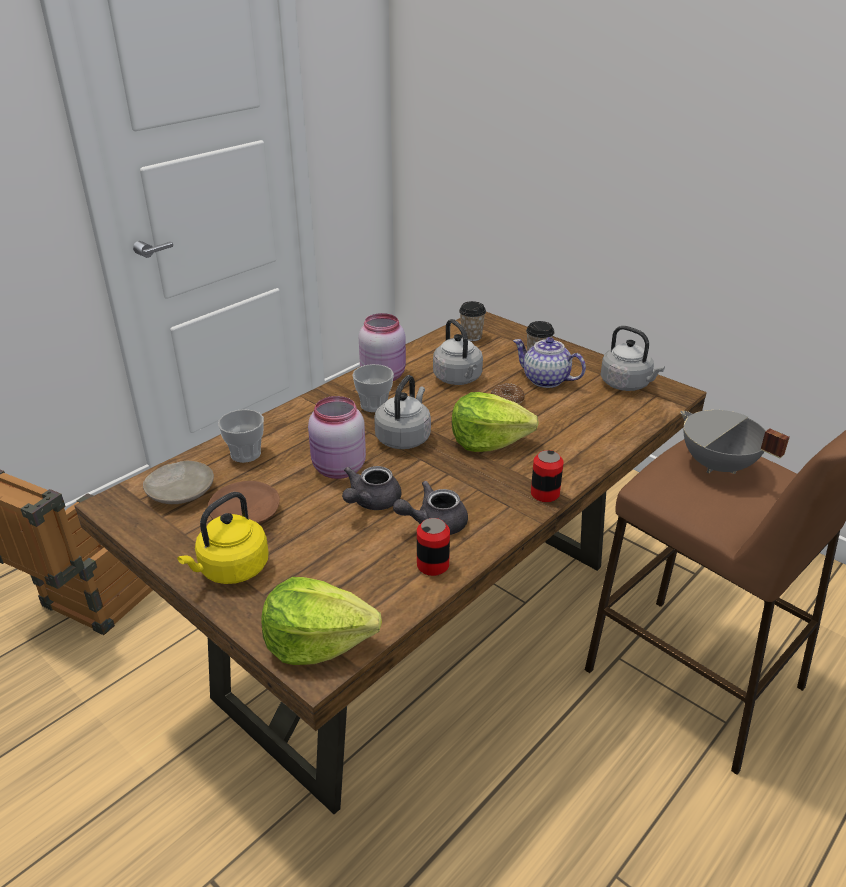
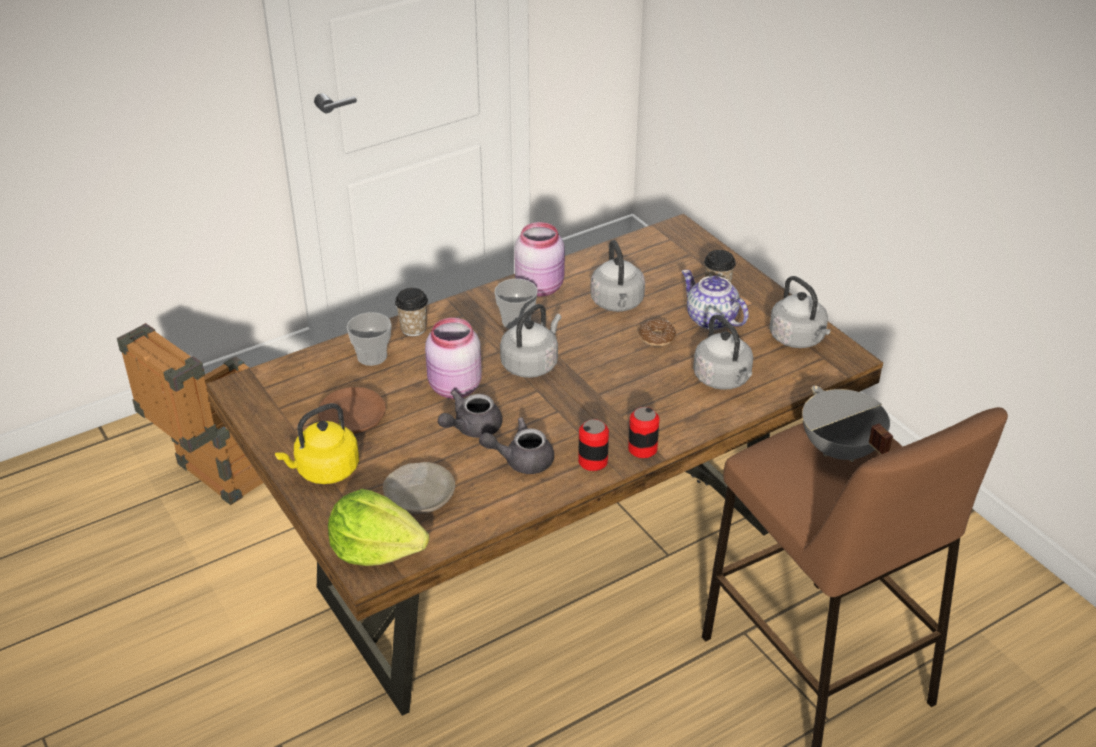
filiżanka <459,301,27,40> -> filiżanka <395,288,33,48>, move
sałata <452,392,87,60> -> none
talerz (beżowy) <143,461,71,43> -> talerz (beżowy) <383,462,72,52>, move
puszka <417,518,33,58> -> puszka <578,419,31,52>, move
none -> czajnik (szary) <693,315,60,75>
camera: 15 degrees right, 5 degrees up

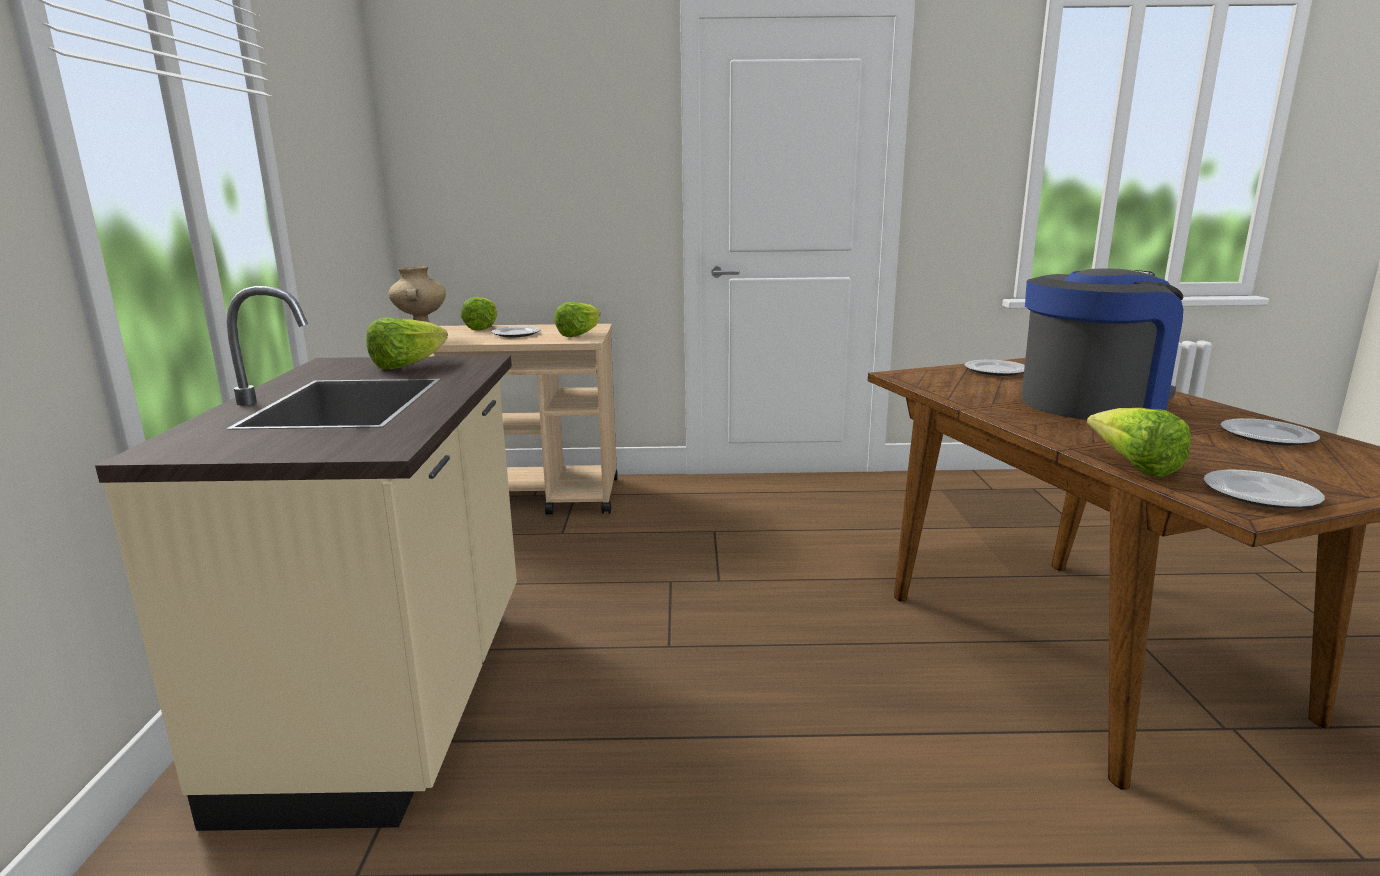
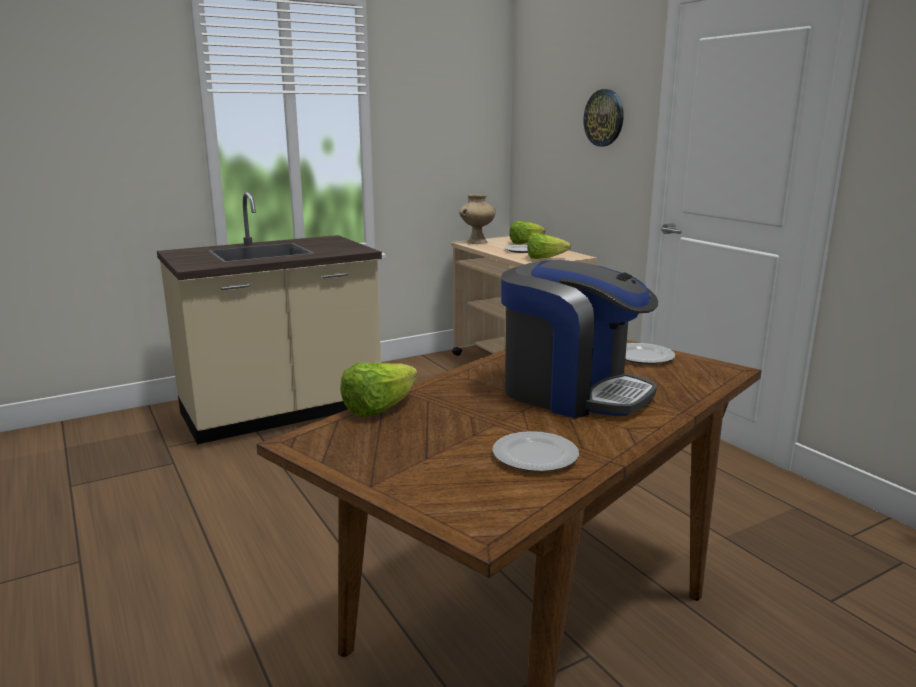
sałata <366,317,82,52> -> none
talerz <1204,469,121,39> -> none
none -> zegar ścienny <584,89,40,58>
camera: 60 degrees right, 0 degrees up

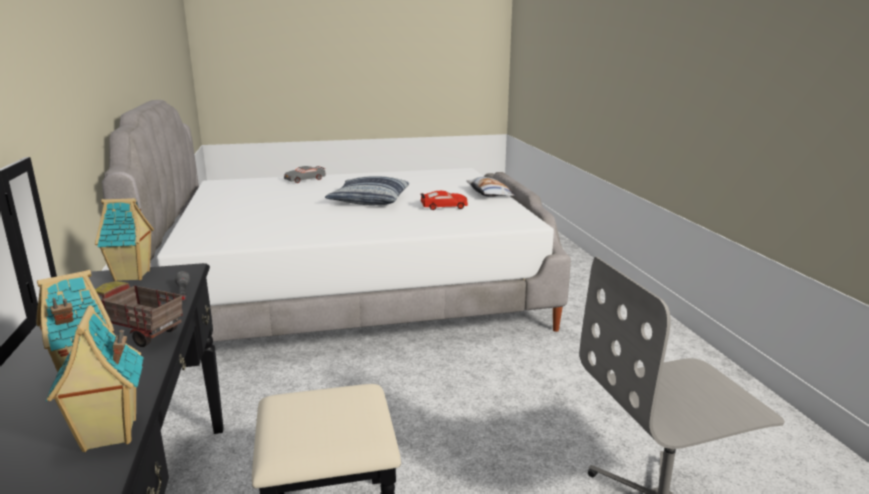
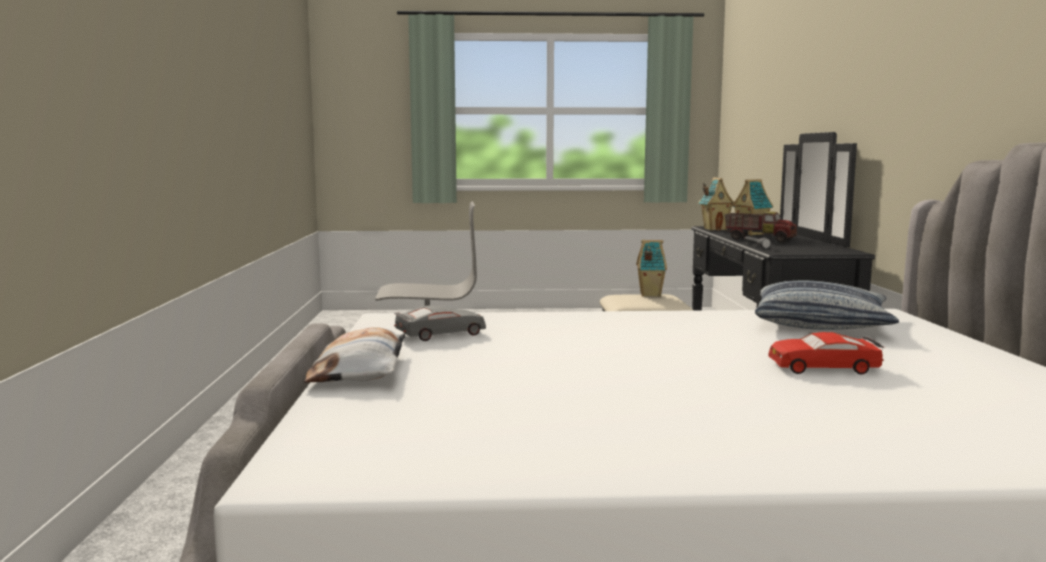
samochodzik (szary) <284,166,42,17> -> samochodzik (szary) <394,305,92,36>, move
poduszka <325,176,84,29> -> poduszka <755,281,144,49>, move
samochodzik (czerwony) <420,191,48,19> -> samochodzik (czerwony) <768,332,117,43>, move
domek <95,198,59,83> -> domek <636,240,31,57>, move
camera: 170 degrees left, 10 degrees down

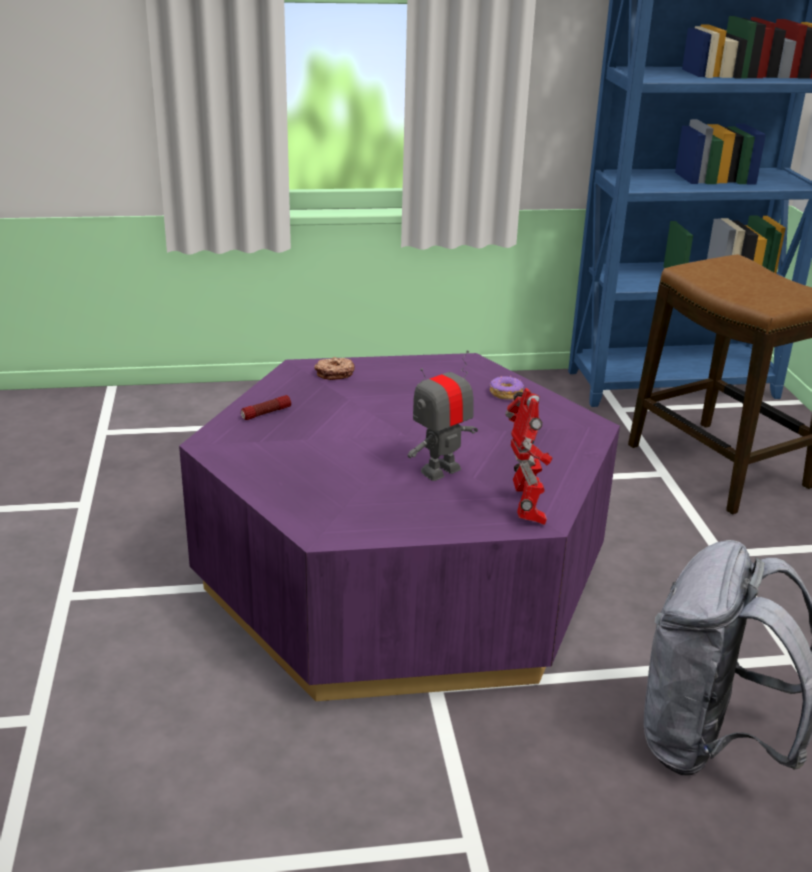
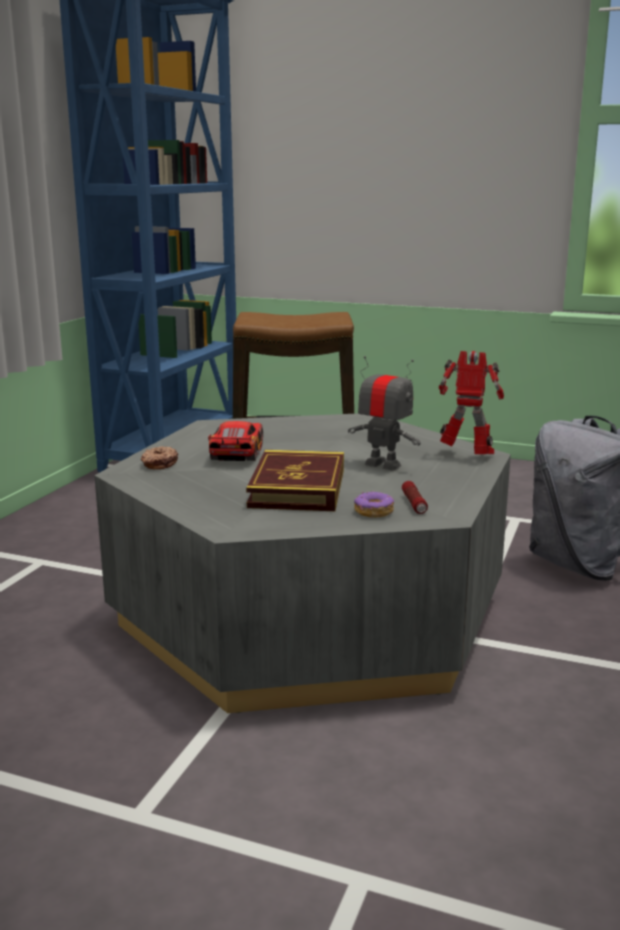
robot zabawkowy <408,350,70,131> -> robot zabawkowy <348,356,73,115>, 135 degrees clockwise
ława (fioletowy) <179,353,441,348> -> ława (szary) <95,413,416,300>
donut <489,375,35,25> -> donut <354,491,40,27>, move
latarka <241,395,50,25> -> latarka <402,481,26,33>, move
none -> samochodzik <208,421,55,40>
none -> książka <246,450,98,61>
camera: 60 degrees left, 10 degrees down

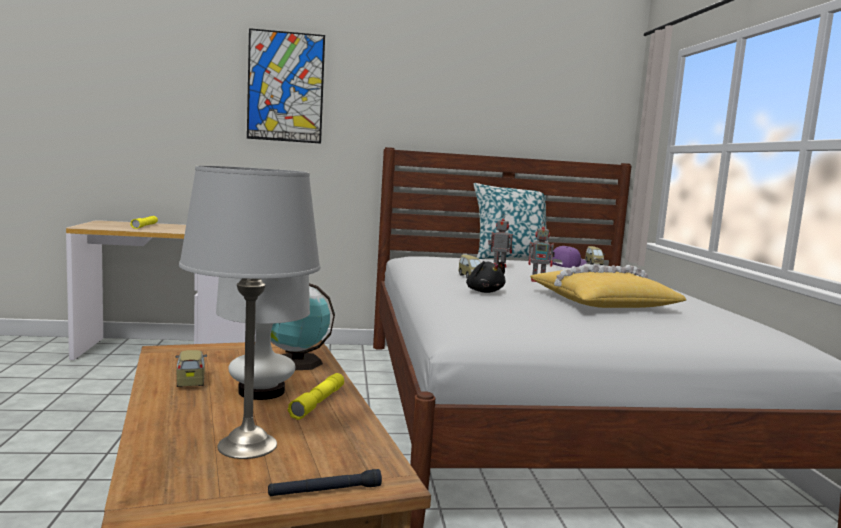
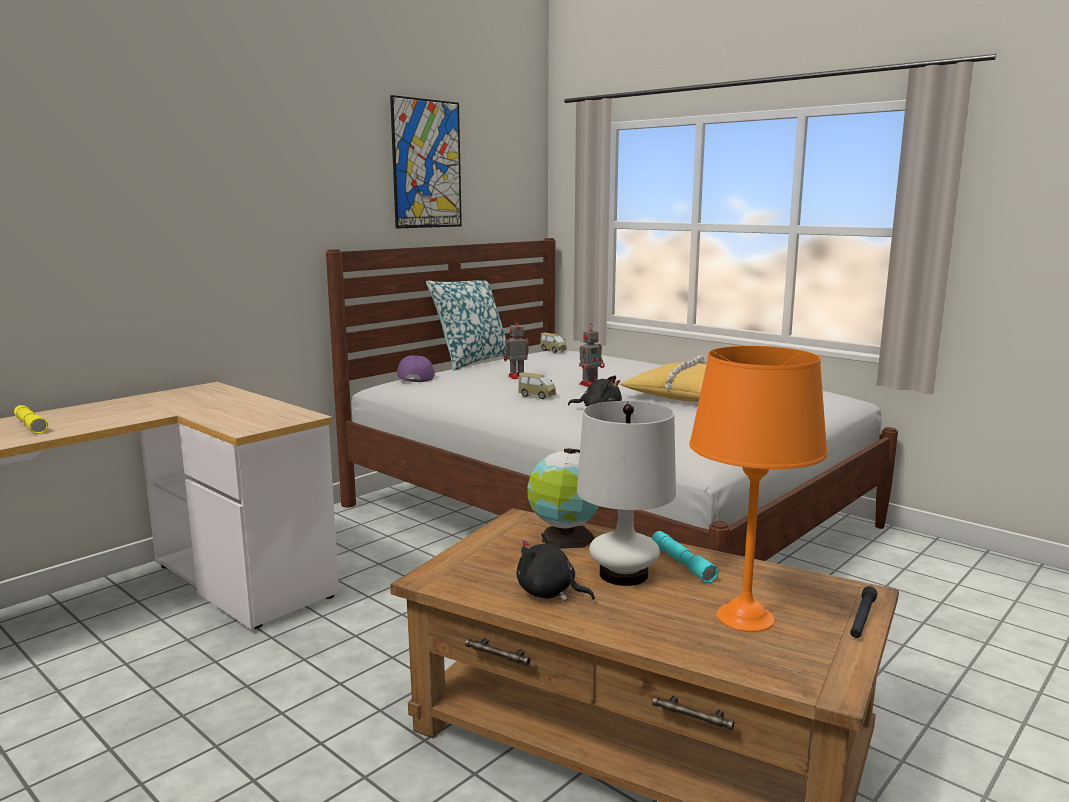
obraz <247,28,78,116> -> obraz <390,95,72,134>, move
lampa stołowa (szary) <179,165,141,294> -> lampa stołowa (pomarańczowy) <689,346,139,286>
czapka z daszkiem (fioletowy) <549,246,38,22> -> czapka z daszkiem (fioletowy) <397,355,38,27>, move
samochodzik <176,350,31,37> -> pluszak (czarny) <516,533,79,68>
latarka (żółty) <288,373,56,47> -> latarka (turkusowy) <652,531,67,52>
camera: 40 degrees left, 5 degrees up

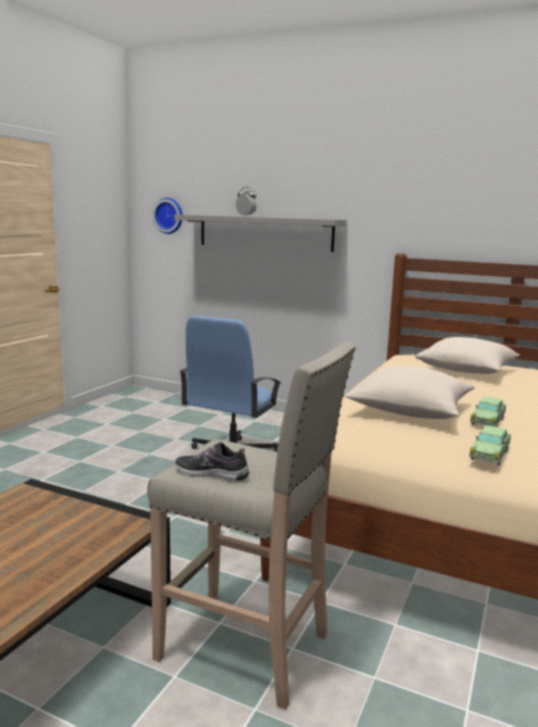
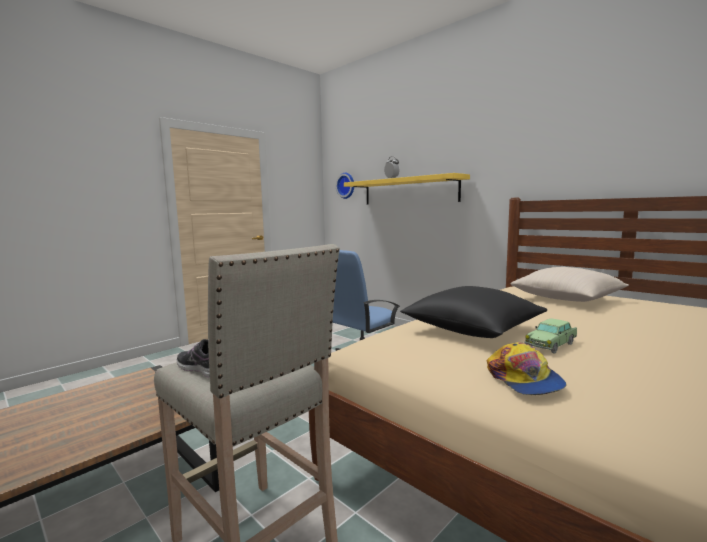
półka (szary) <174,215,173,37> -> półka (żółty) <344,173,126,32>
poduszka (beżowy) <345,365,130,54> -> poduszka (czarny) <400,286,147,52>
samochodzik <469,425,42,41> -> czapka z daszkiem <487,342,80,53>
camera: 20 degrees right, 5 degrees down

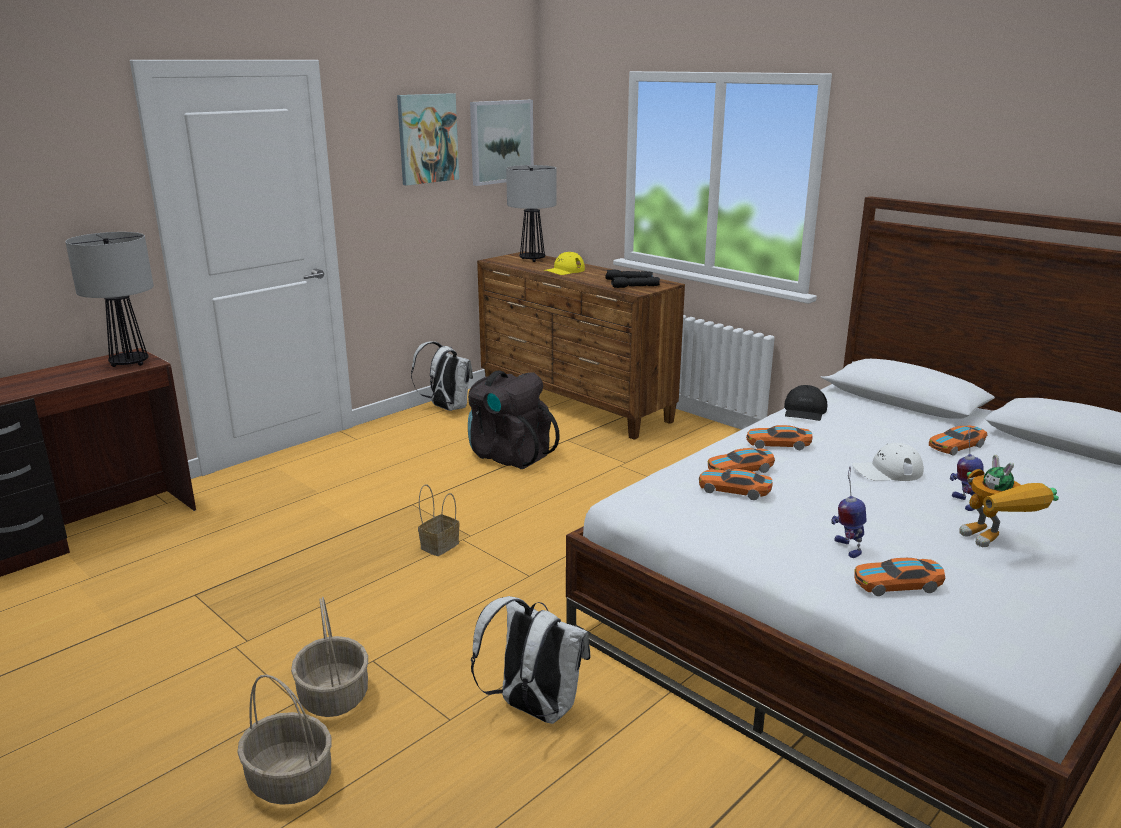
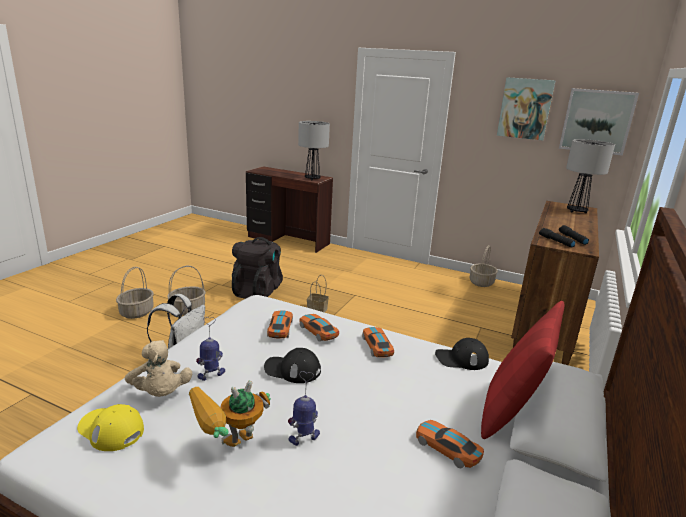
czapka z daszkiem (żółty) <544,252,41,23> -> czapka z daszkiem (żółty) <77,404,67,47>, move
plecak (biały) <411,341,62,70> -> koszyk <470,245,28,42>
plecak (czarny) <468,371,92,98> -> plecak (czarny) <232,237,51,62>, move
czapka z daszkiem (biały) <852,443,72,38> -> none
samochodzik <855,558,91,38> -> pluszak (beżowy) <125,340,67,57>
none -> poduszka (czerwony) <481,301,83,138>
none -> czapka z daszkiem (czarny) <264,348,57,35>
camera: 70 degrees right, 0 degrees up

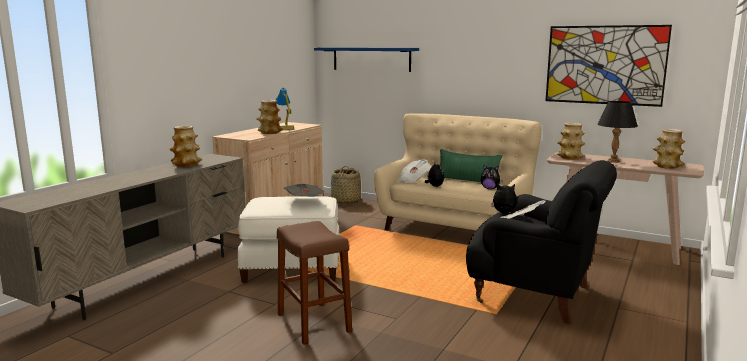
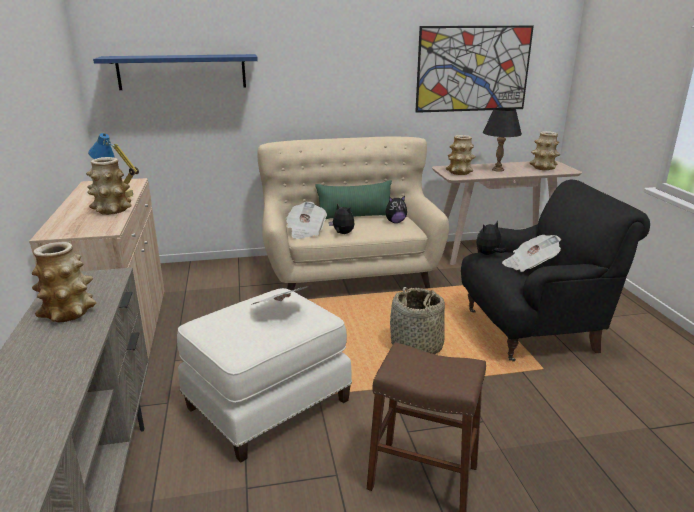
koszyk <331,166,30,38> -> koszyk <390,287,55,67>, move
camera: 40 degrees left, 10 degrees up

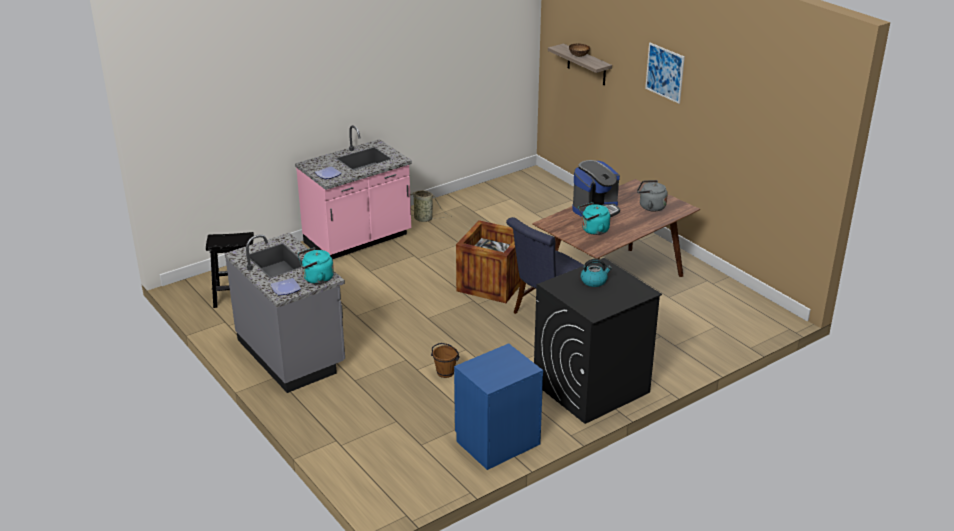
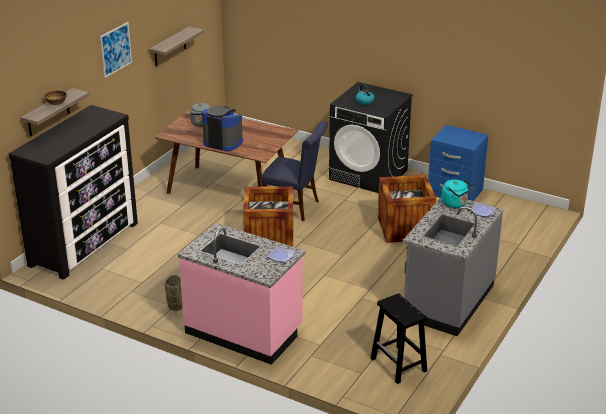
czajnik (turkusowy) <578,202,32,33> -> none
wiadro (brązowy) <431,343,29,35> -> skrzynka <378,175,58,68>
none -> półka <149,27,55,39>
none -> komoda <8,105,130,175>
camera: 115 degrees left, 0 degrees up

